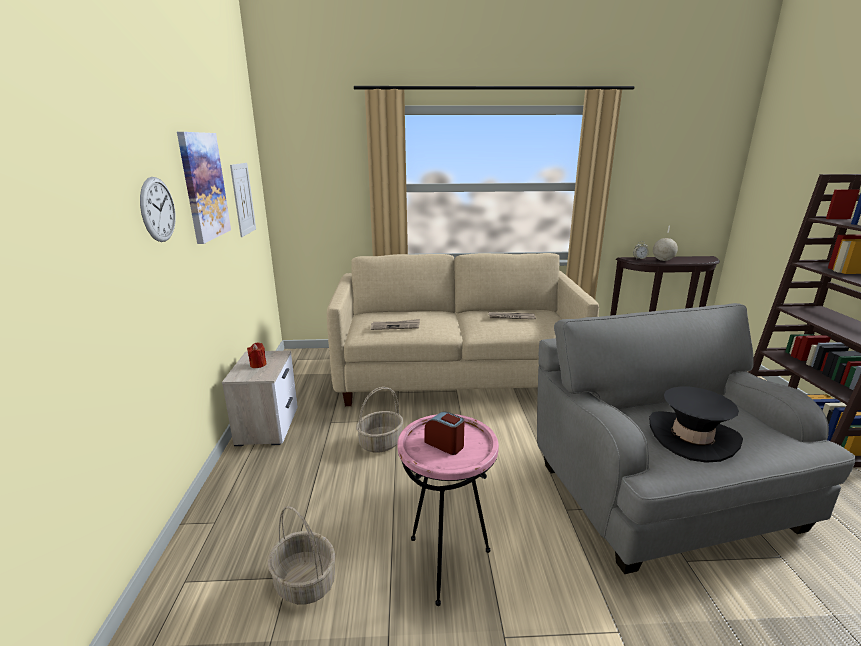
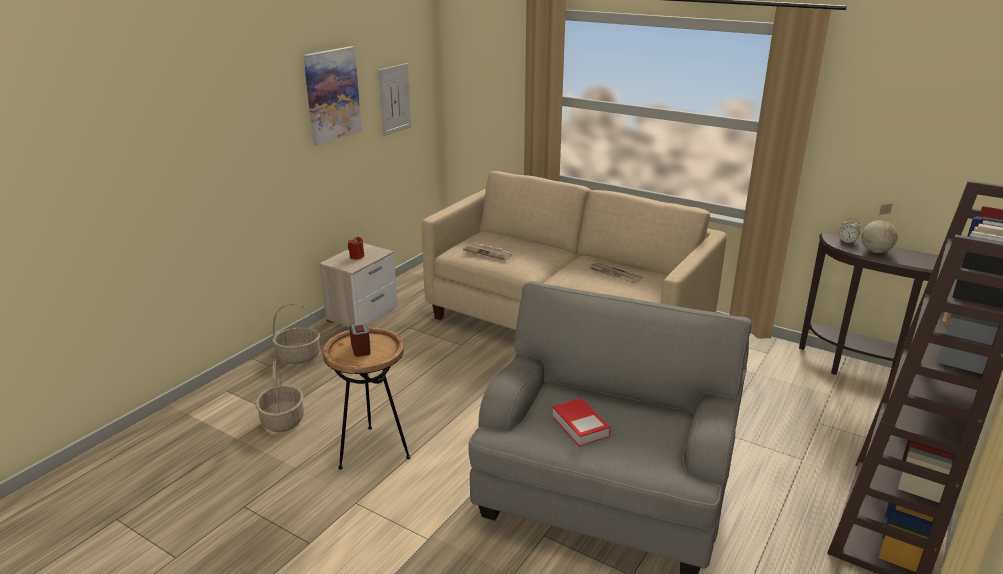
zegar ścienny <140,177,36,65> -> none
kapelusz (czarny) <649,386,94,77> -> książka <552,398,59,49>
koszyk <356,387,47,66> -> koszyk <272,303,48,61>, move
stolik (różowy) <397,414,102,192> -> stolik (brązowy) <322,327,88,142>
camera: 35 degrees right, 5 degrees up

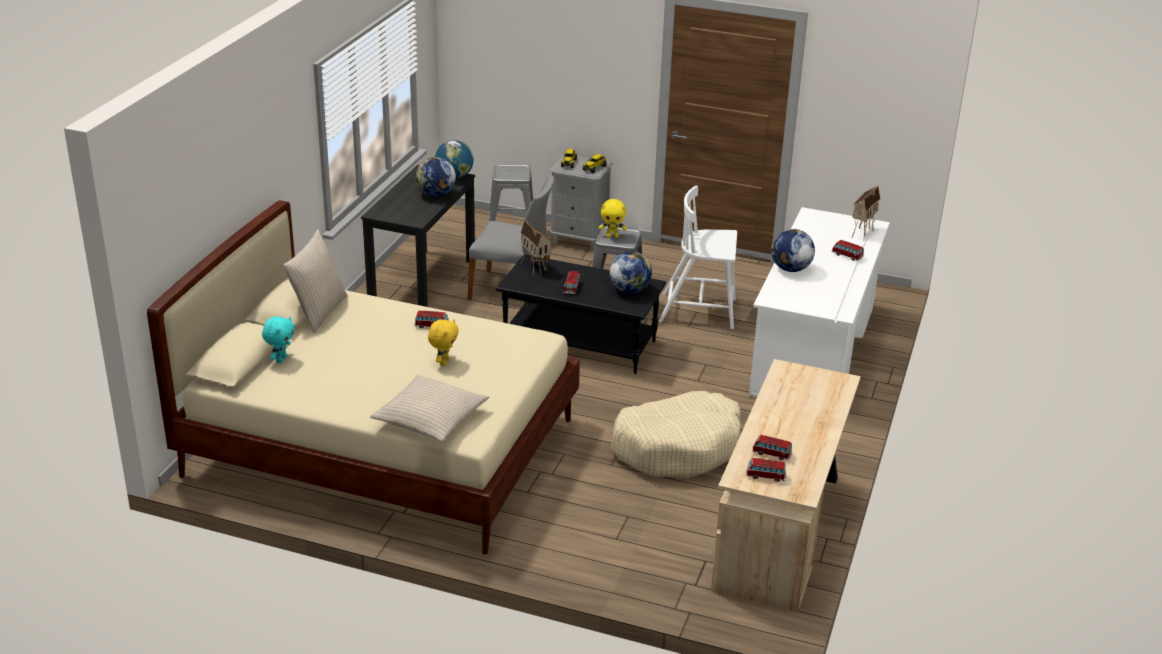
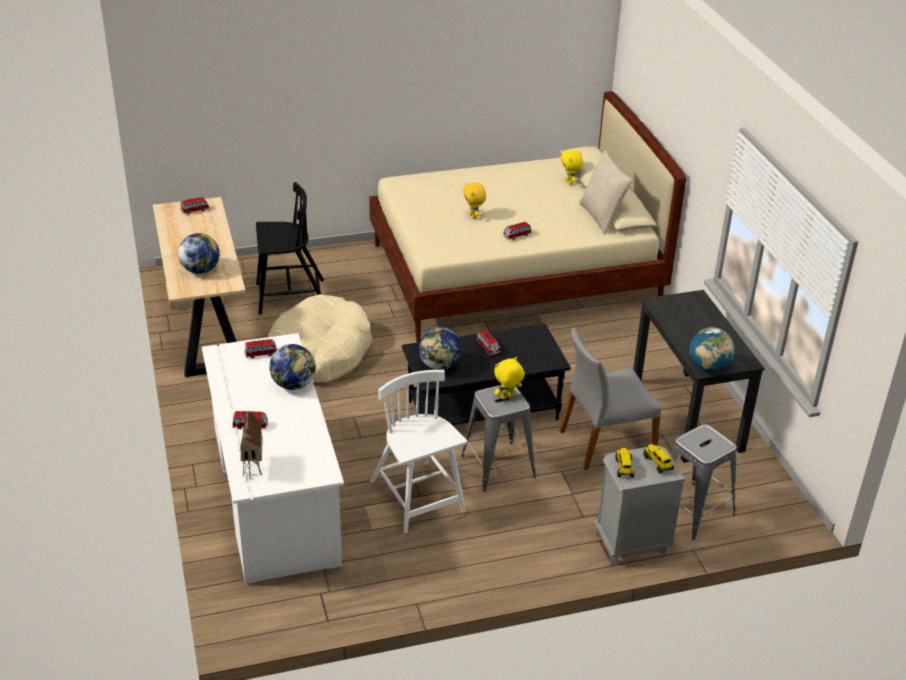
globus <416,157,40,40> -> globus <178,233,42,41>, move
krzesło (biały) <659,185,78,144> -> krzesło (biały) <370,370,97,163>, 90 degrees counterclockwise
domek <521,220,31,55> -> none
pluszak (turkusowy) <262,316,32,47> -> pluszak (żółty) <561,149,22,36>
poduszka (beżowy) <370,375,119,66> -> none
samochodzik <752,435,40,25> -> samochodzik <245,339,32,19>, move
none -> krzesło (czarny) <256,182,68,133>
camera: 145 degrees right, 5 degrees up

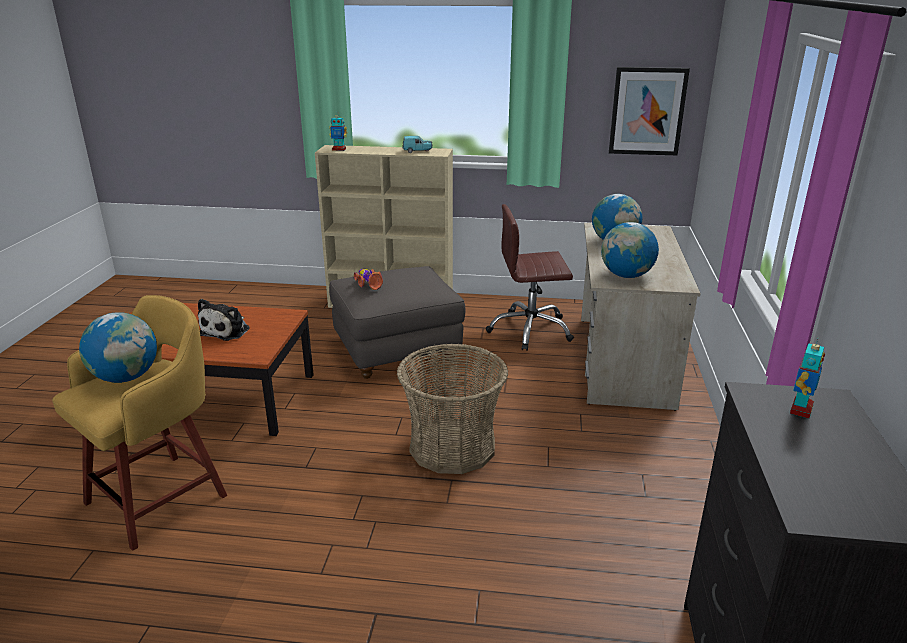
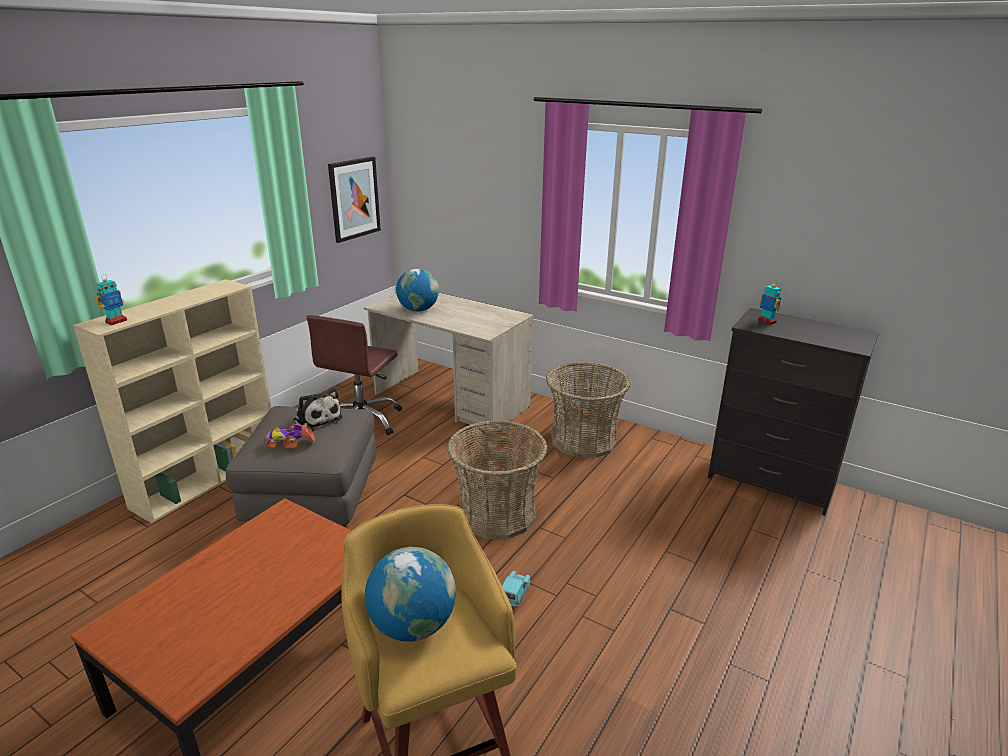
samochodzik (turkusowy) <403,136,30,17> -> samochodzik (turkusowy) <502,571,29,36>, move
globus <601,222,58,56> -> none
pluszak <198,299,52,42> -> pluszak <293,388,50,43>, move
none -> koszyk <546,362,84,96>
camera: 65 degrees left, 0 degrees up

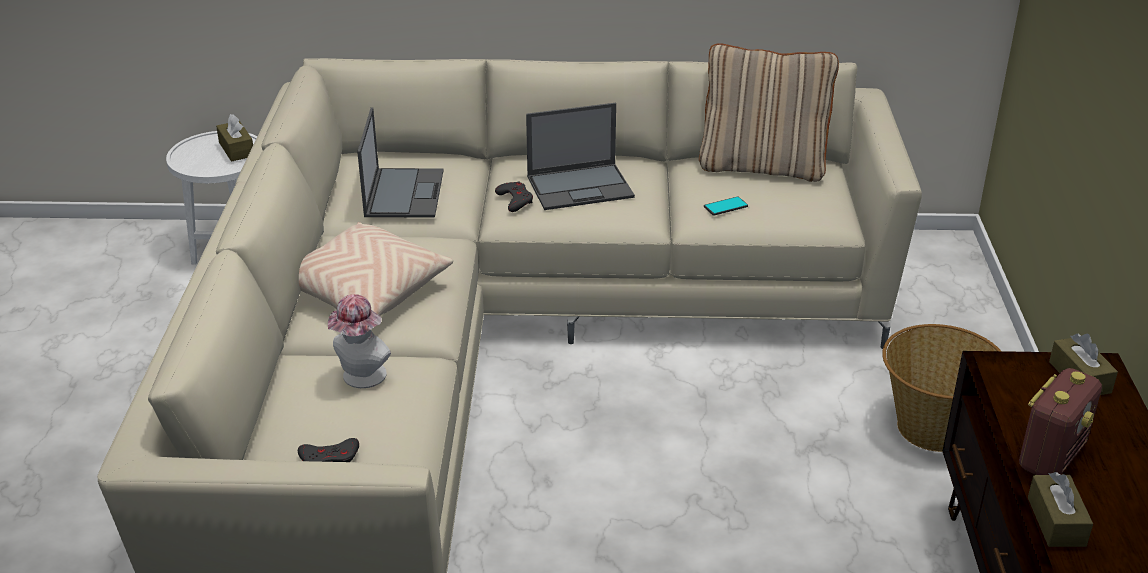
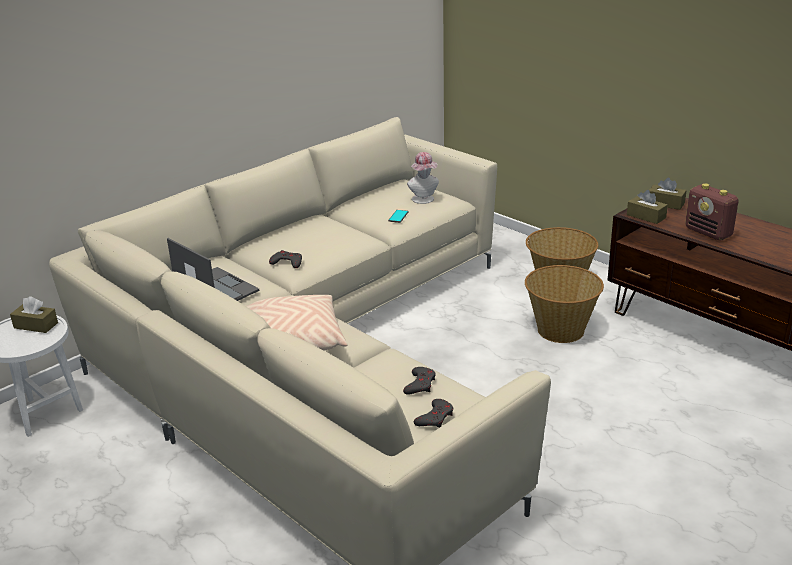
poduszka (beżowy) <699,43,140,139> -> none
laptop <526,103,109,107> -> none
kapelusz <328,294,63,94> -> kapelusz <407,152,32,52>, move
radio <1019,368,83,107> -> radio <685,183,53,57>, 150 degrees clockwise
pudełko chusteczek (brązowy) <1028,472,65,75> -> pudełko chusteczek (brązowy) <627,190,41,34>, move
none -> koszyk <525,265,79,78>
none -> pad do gier (szary) <403,367,33,28>
camera: 45 degrees left, 5 degrees down

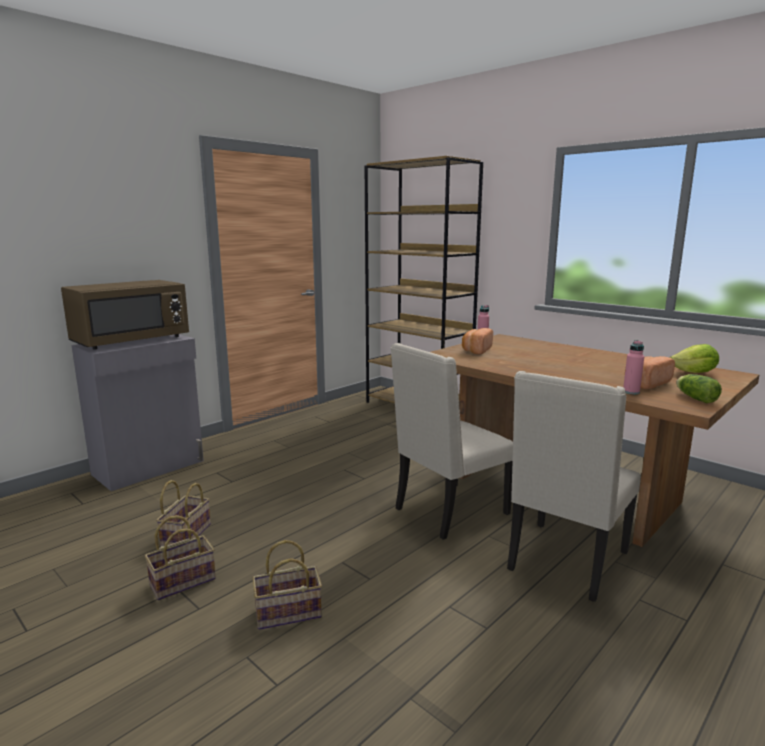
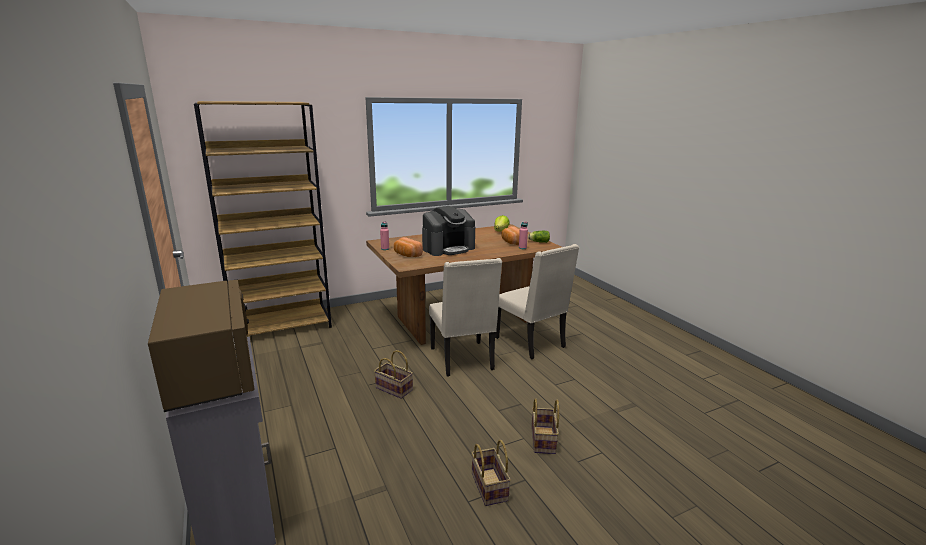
koszyk <156,480,55,67> -> koszyk <374,350,39,49>, move
none -> ekspres do kawy <422,206,53,50>
camera: 70 degrees left, 5 degrees up

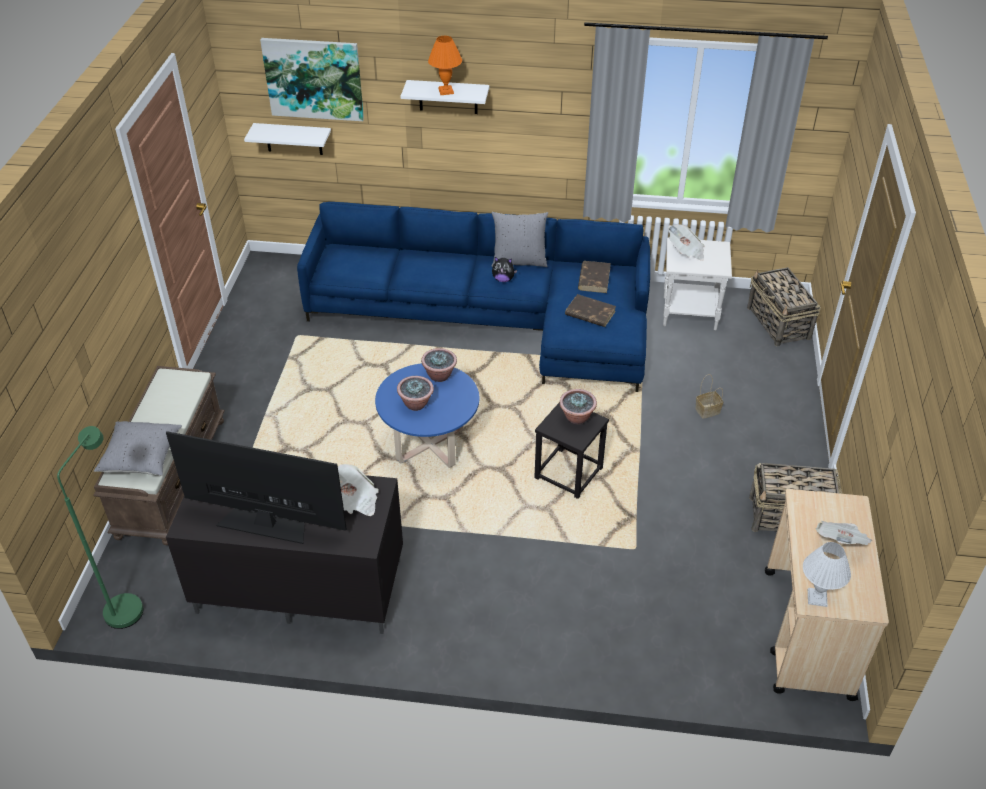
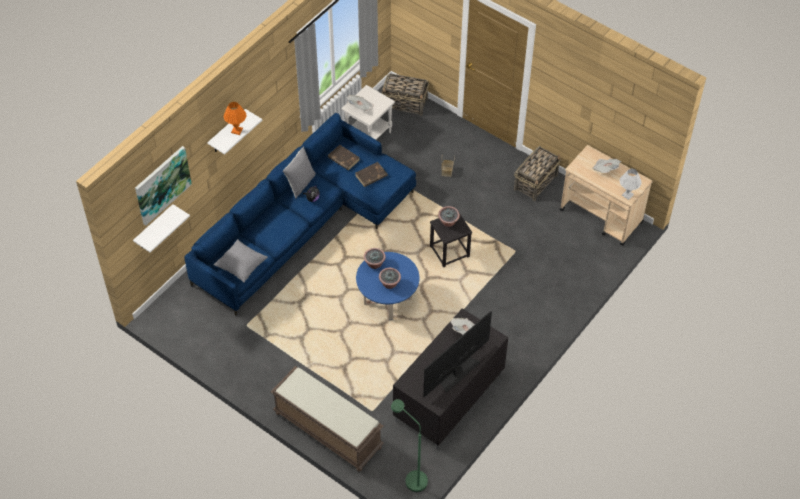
poduszka (szary) <94,421,88,55> -> poduszka (szary) <214,239,54,44>, move
camera: 60 degrees left, 10 degrees up

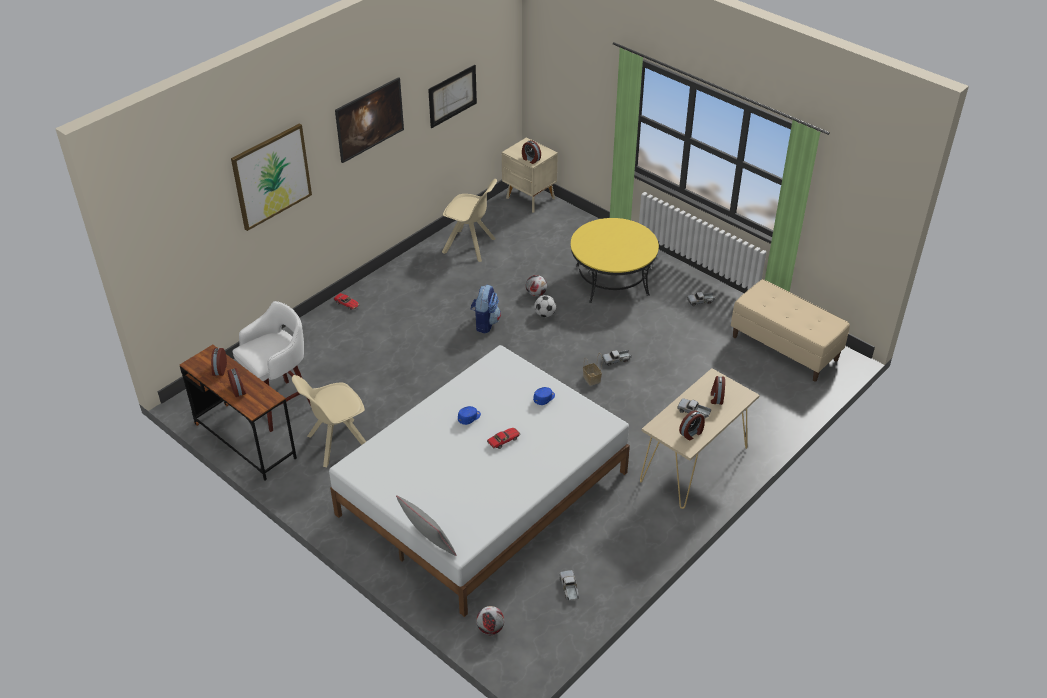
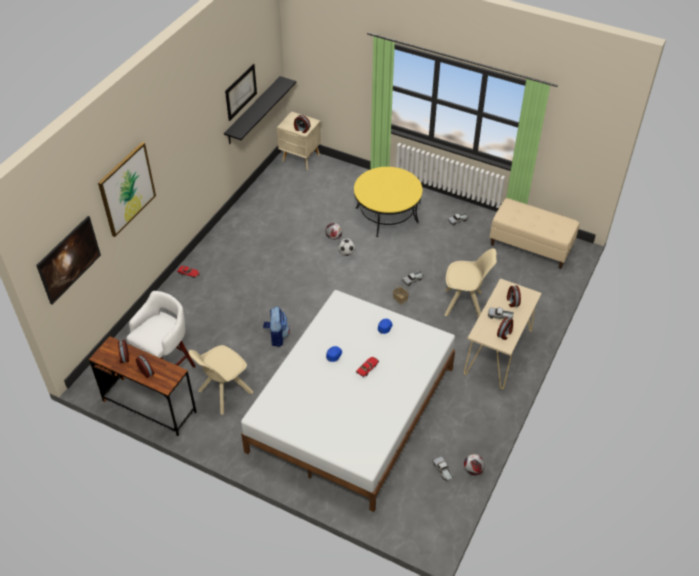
obraz <335,77,69,86> -> obraz <36,216,65,89>, move
krzesło (beżowy) <442,179,55,83> -> krzesło (beżowy) <444,248,53,69>, move
plecak <471,285,30,49> -> plecak <263,307,27,40>, move
poduszka (szary) <396,495,61,61> -> none
piłka futbolowa <476,606,28,29> -> piłka futbolowa <464,454,21,22>, move
none -> półka (czarny) <224,76,72,68>
camera: 15 degrees left, 5 degrees up

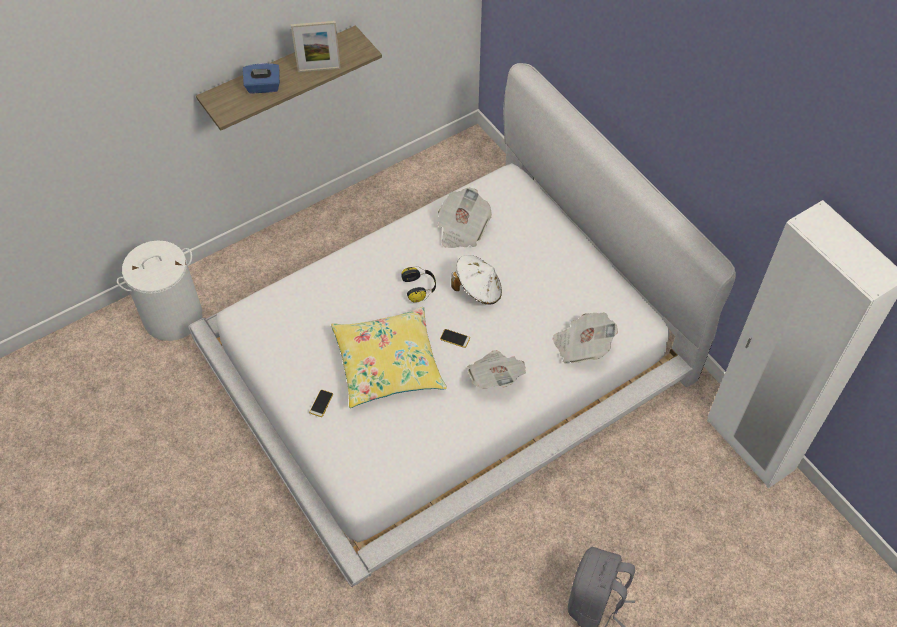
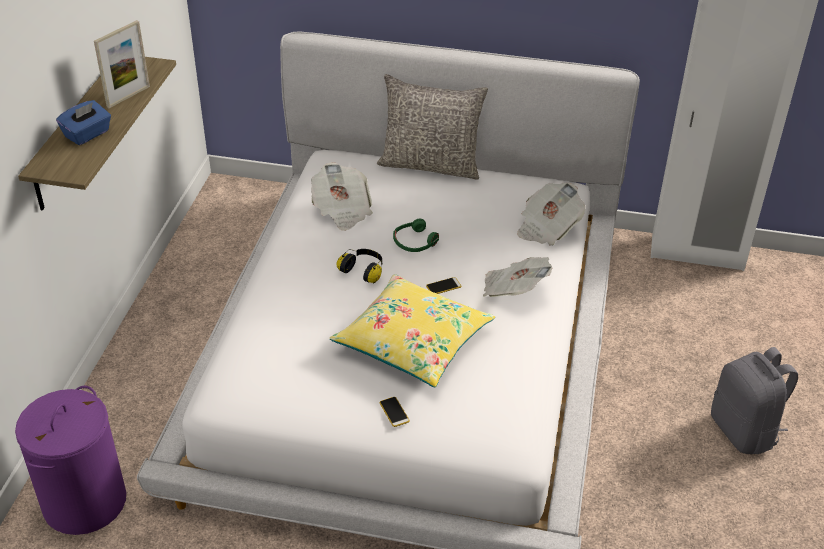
kosz na pranie (biały) <117,240,85,101> -> kosz na pranie (fioletowy) <15,386,111,149>
kapelusz (biały) <451,255,51,50> -> słuchawki (zielony) <393,219,46,33>
none -> poduszka (szary) <377,74,111,106>
camera: 45 degrees left, 15 degrees down

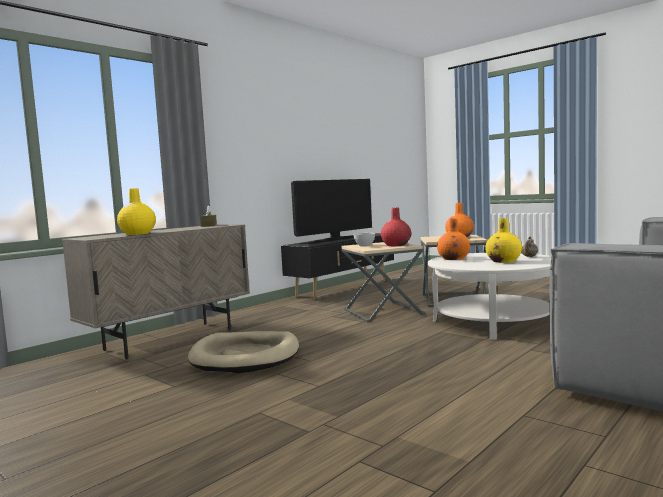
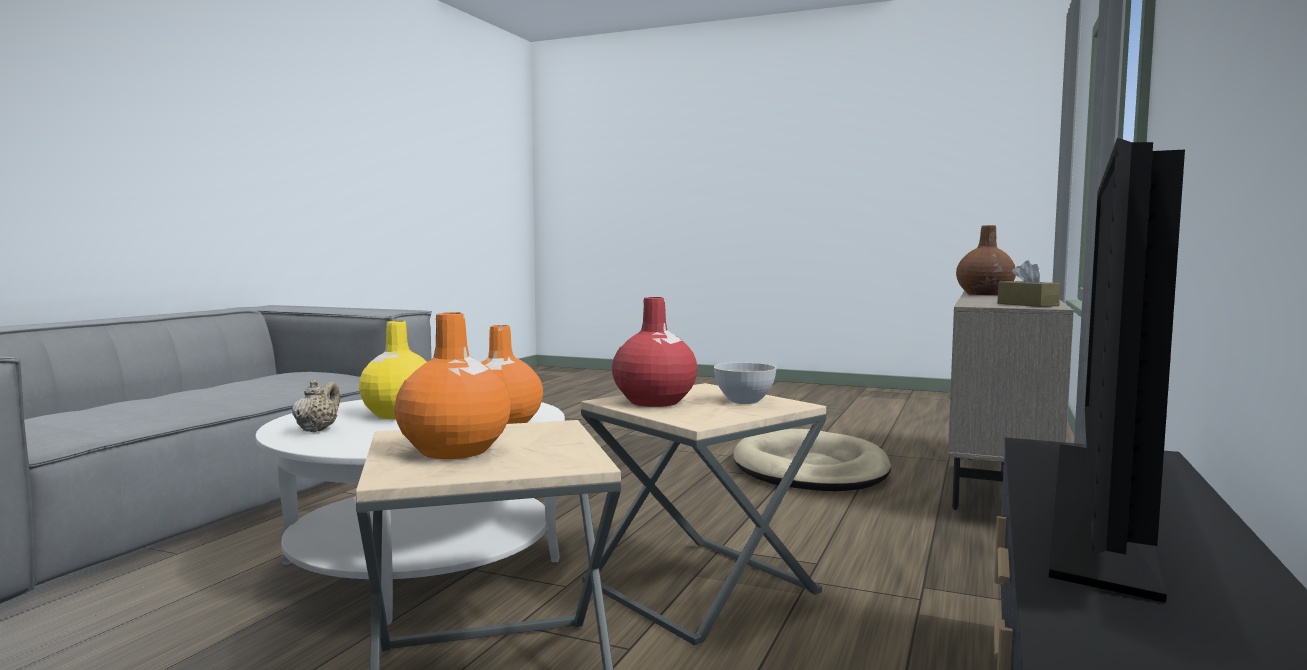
wazon (żółty) <117,188,39,47> -> wazon (brązowy) <956,225,60,70>
camera: 160 degrees right, 0 degrees up

